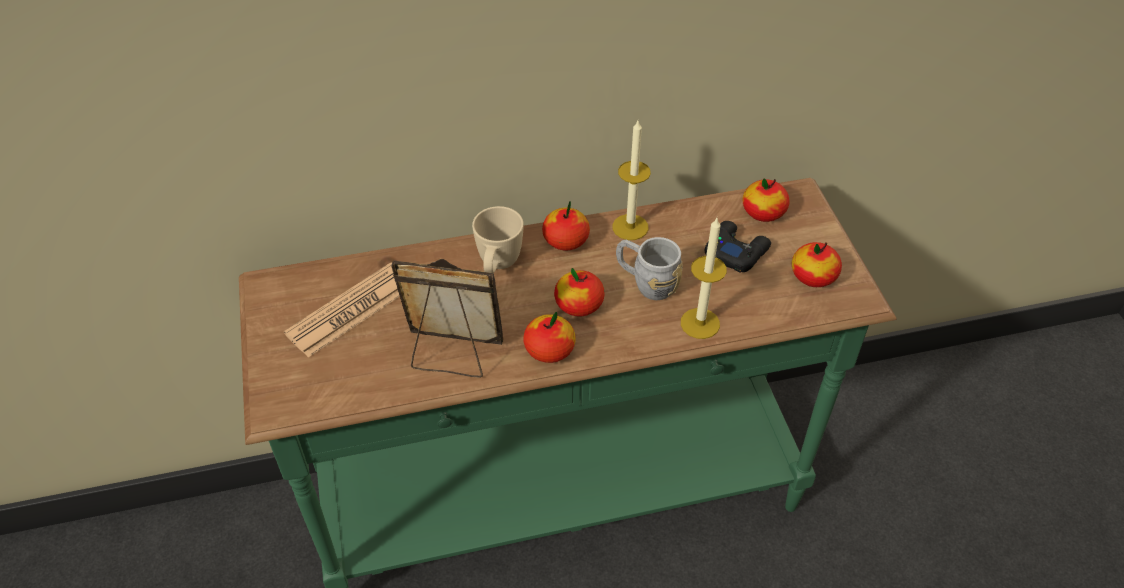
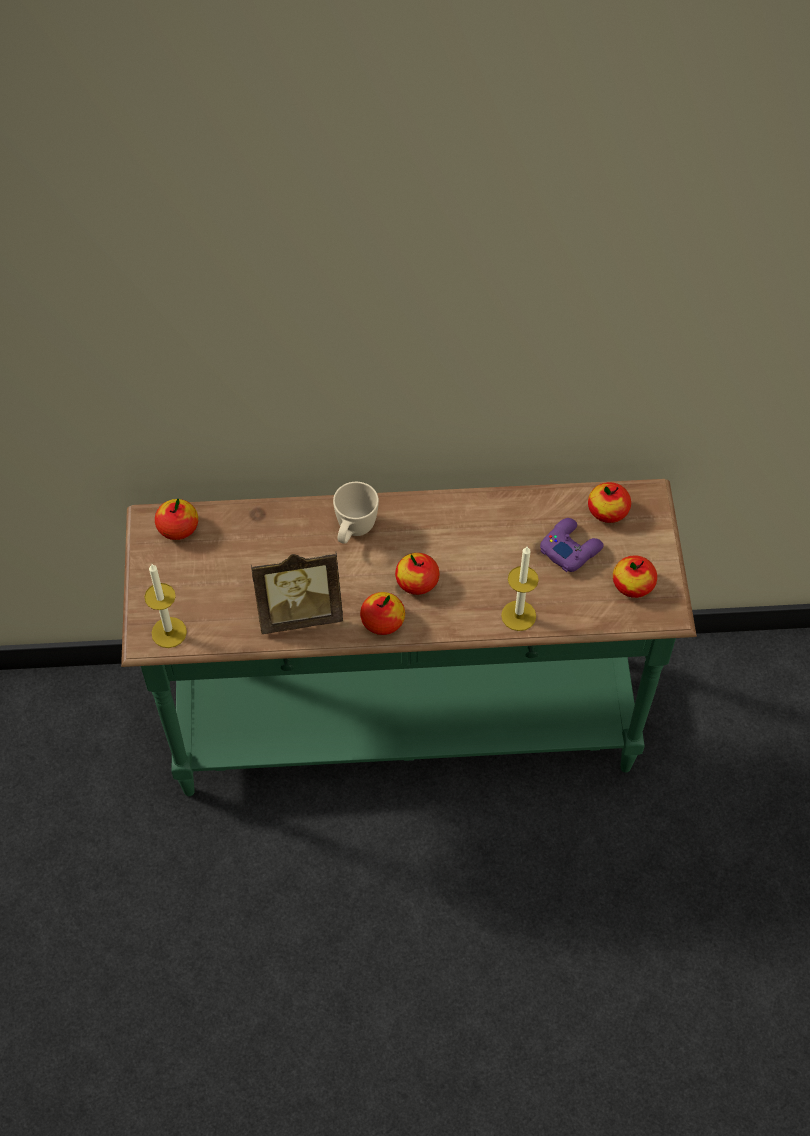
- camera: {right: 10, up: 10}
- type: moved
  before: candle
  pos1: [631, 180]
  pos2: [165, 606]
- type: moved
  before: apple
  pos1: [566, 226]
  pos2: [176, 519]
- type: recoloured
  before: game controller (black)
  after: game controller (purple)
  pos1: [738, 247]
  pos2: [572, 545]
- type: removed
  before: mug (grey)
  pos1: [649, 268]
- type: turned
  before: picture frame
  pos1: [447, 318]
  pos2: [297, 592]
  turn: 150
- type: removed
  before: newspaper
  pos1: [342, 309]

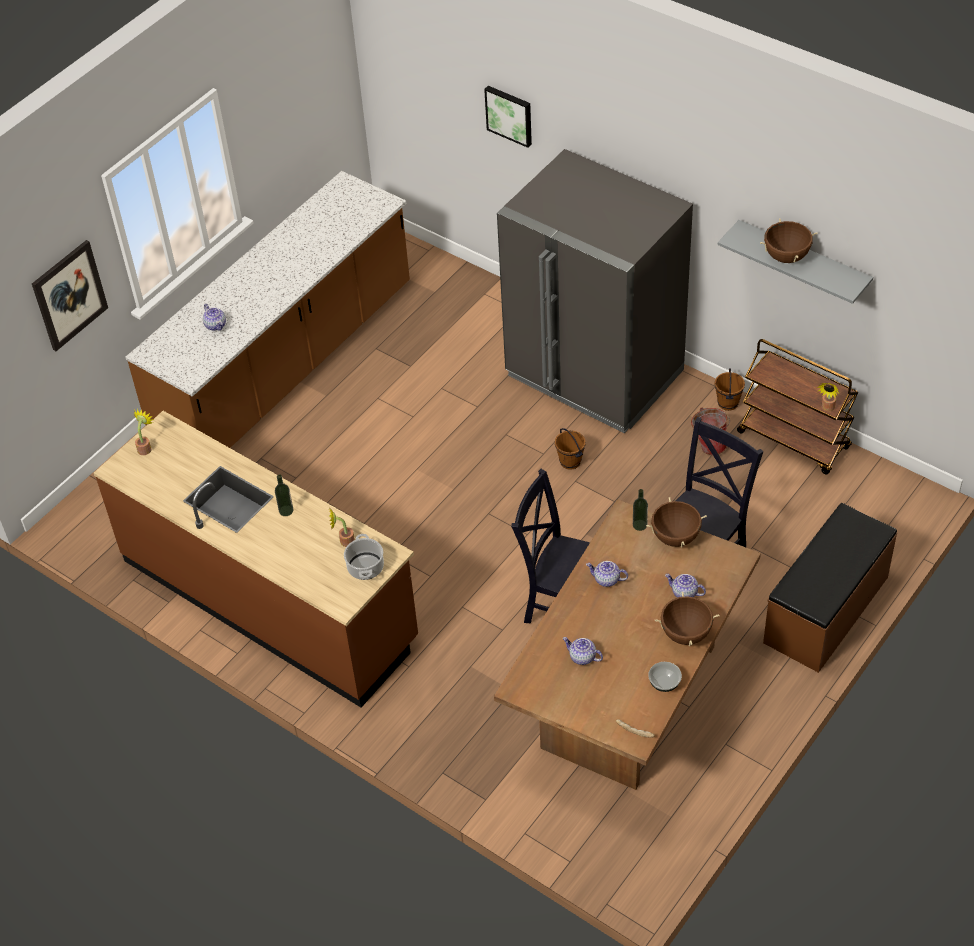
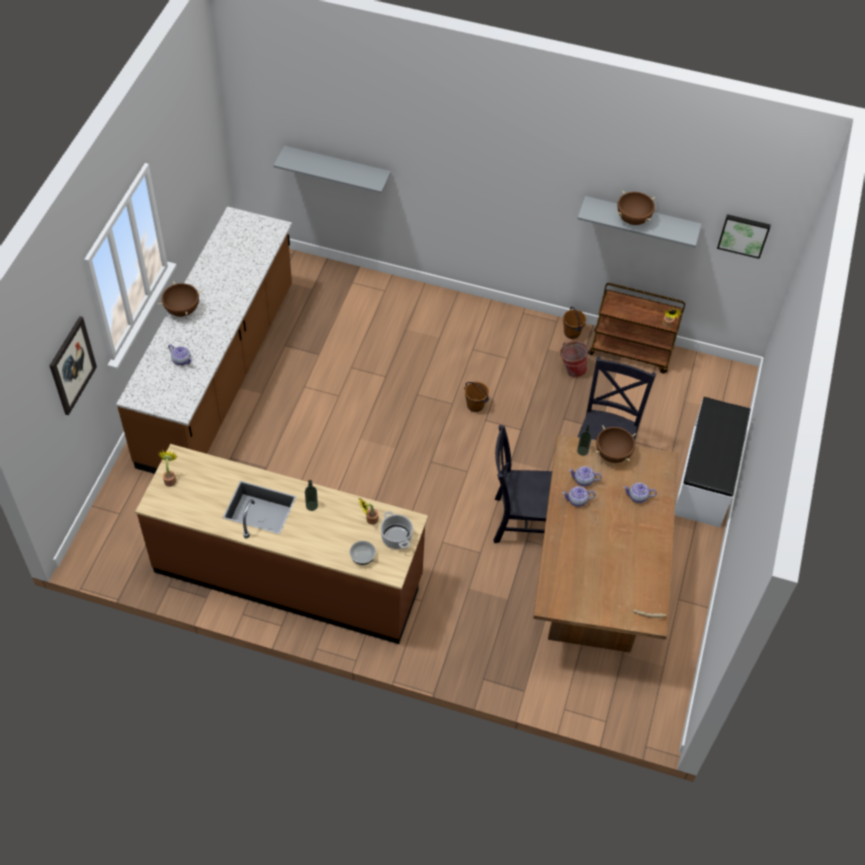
- camera: {right: -25, up: 5}
- type: moved
  before: picture
  pos1: [508, 117]
  pos2: [744, 236]
- type: removed
  before: fridge (grey)
  pos1: [595, 291]
- type: recoloured
  before: bench (brown)
  after: bench (white)
  pos1: [830, 588]
  pos2: [713, 462]
- type: moved
  before: cooking pot (brown)
  pos1: [687, 618]
  pos2: [180, 299]
- type: moved
  before: teapot
  pos1: [583, 651]
  pos2: [585, 476]
- type: moved
  before: bowl
  pos1: [665, 677]
  pos2: [363, 553]
- type: added
  after: shelf (grey)
  pos2: [332, 169]

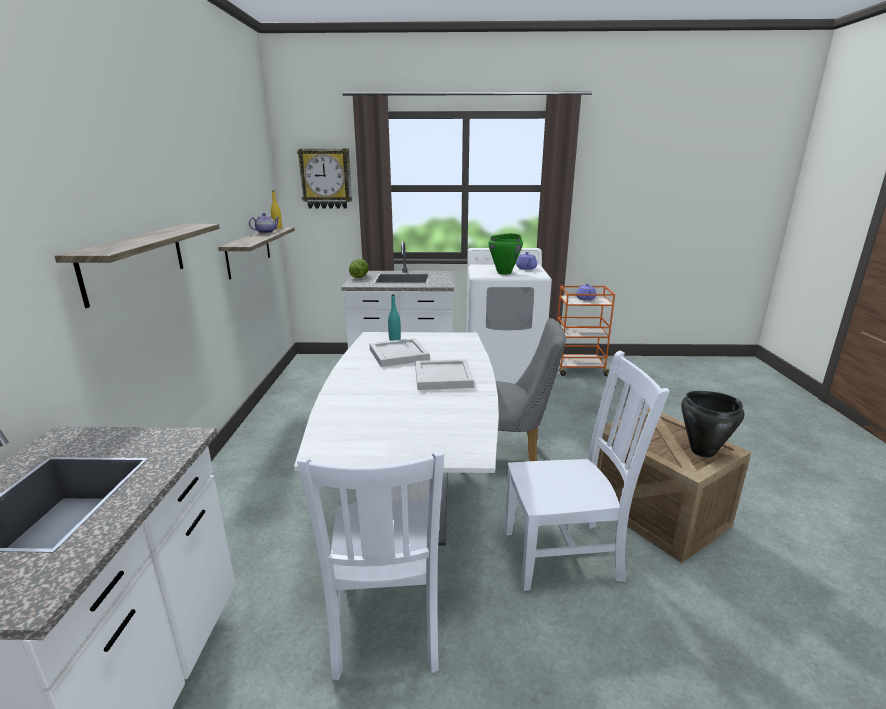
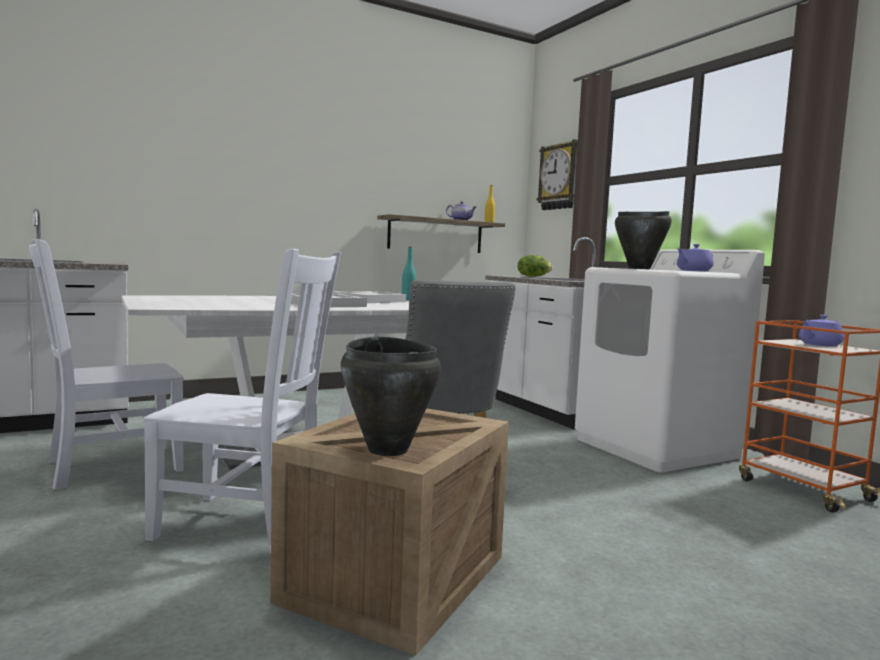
- camera: {right: 60, up: -15}
- type: removed
  before: shelf
  pos1: [137, 266]
- type: recoloured
  before: cooking pot (green)
  after: cooking pot (black)
  pos1: [505, 254]
  pos2: [643, 240]
- type: turned
  before: chair (white)
  pos1: [587, 470]
  pos2: [242, 401]
  turn: -45

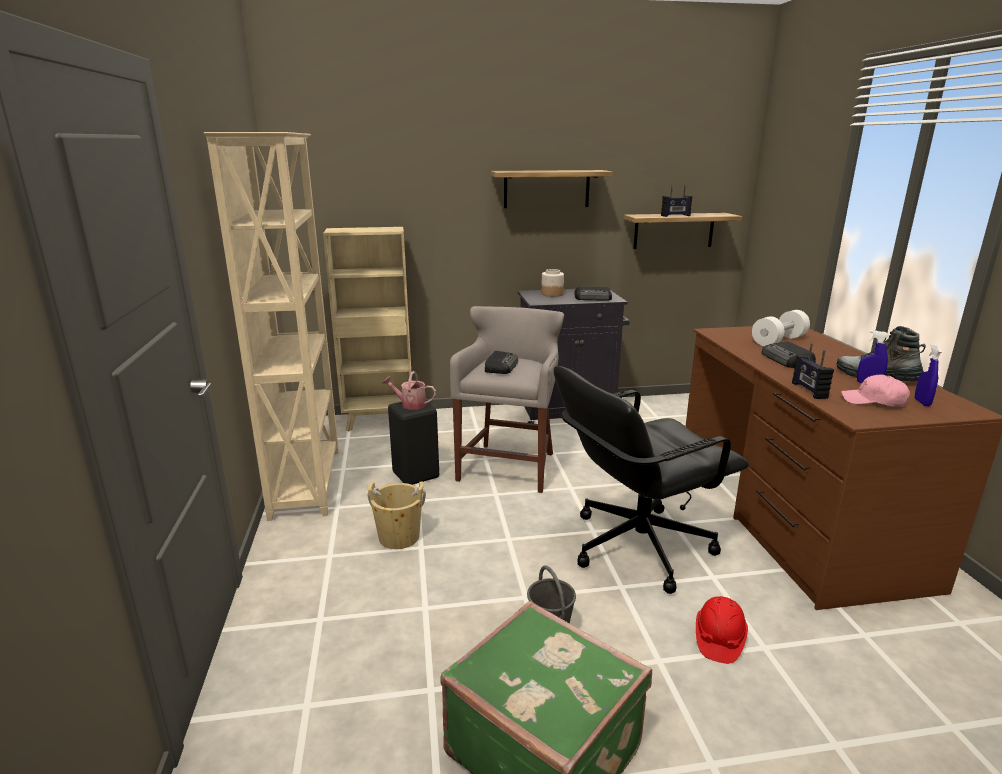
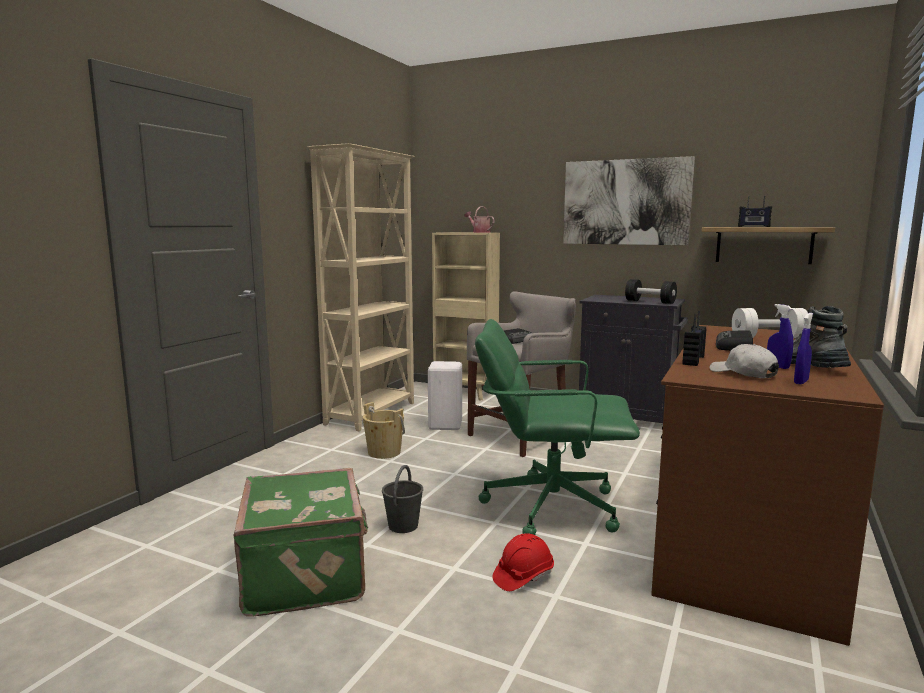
- camera: {right: 35, up: -10}
- type: replaced
  before: shelf
  after: picture
  pos1: [552, 189]
  pos2: [629, 200]
- type: removed
  before: jar
  pos1: [552, 283]
- type: replaced
  before: radio
  after: dumbbell (black)
  pos1: [593, 293]
  pos2: [651, 291]
- type: recoloured
  before: office chair (black)
  after: office chair (green)
  pos1: [651, 480]
  pos2: [557, 427]
- type: moved
  before: watering can
  pos1: [409, 390]
  pos2: [479, 220]
- type: recoloured
  before: cap (pink)
  after: cap (white)
  pos1: [875, 390]
  pos2: [744, 361]
- type: recoloured
  before: stool (black)
  after: stool (white)
  pos1: [413, 443]
  pos2: [445, 395]

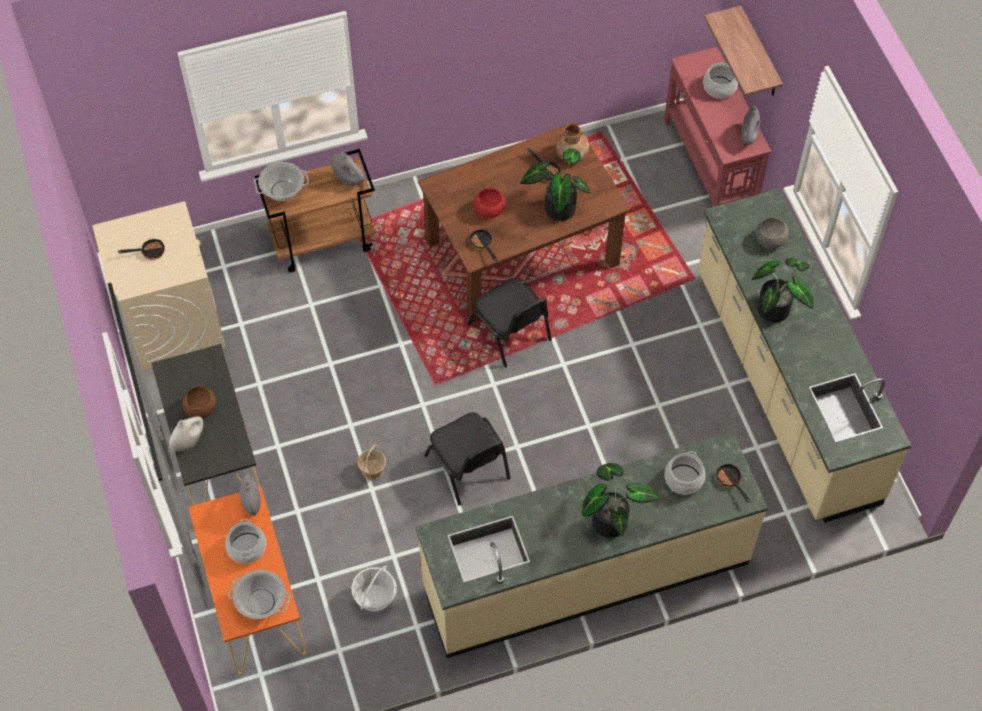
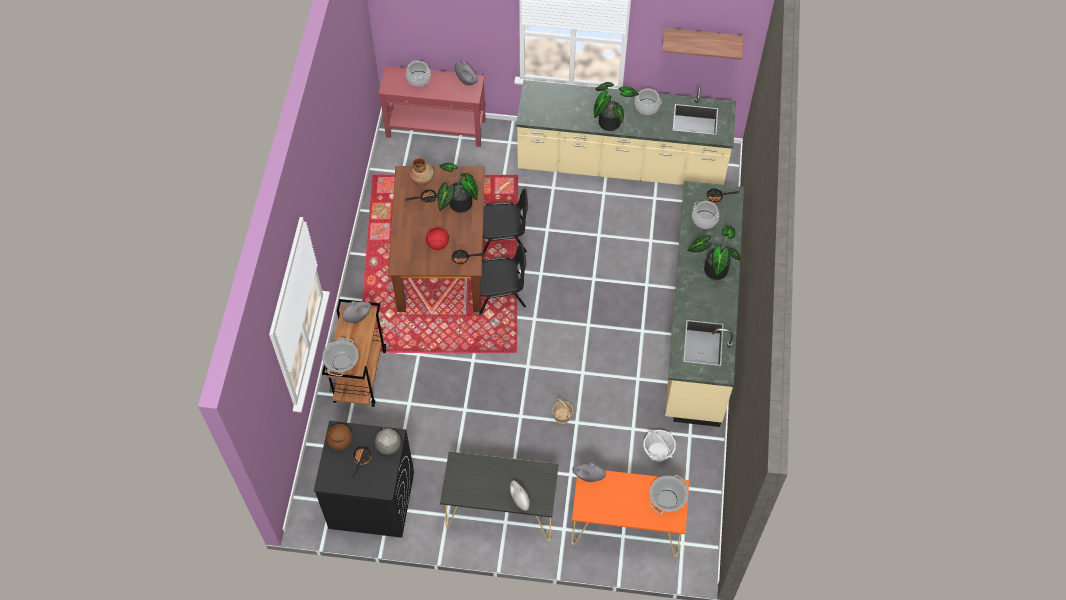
- camera: {right: -65, up: 0}
- type: moved
  before: shelf
  pos1: [743, 51]
  pos2: [702, 44]
- type: recoloured
  before: washing machine (beige)
  after: washing machine (black)
  pos1: [158, 286]
  pos2: [364, 479]
- type: moved
  before: bowl (grey)
  pos1: [772, 233]
  pos2: [388, 441]
- type: moved
  before: bowl (brown)
  pos1: [199, 402]
  pos2: [339, 437]
- type: moved
  before: chair (black)
  pos1: [467, 459]
  pos2: [505, 223]
- type: moved
  before: cooking pot
  pos1: [245, 541]
  pos2: [648, 101]

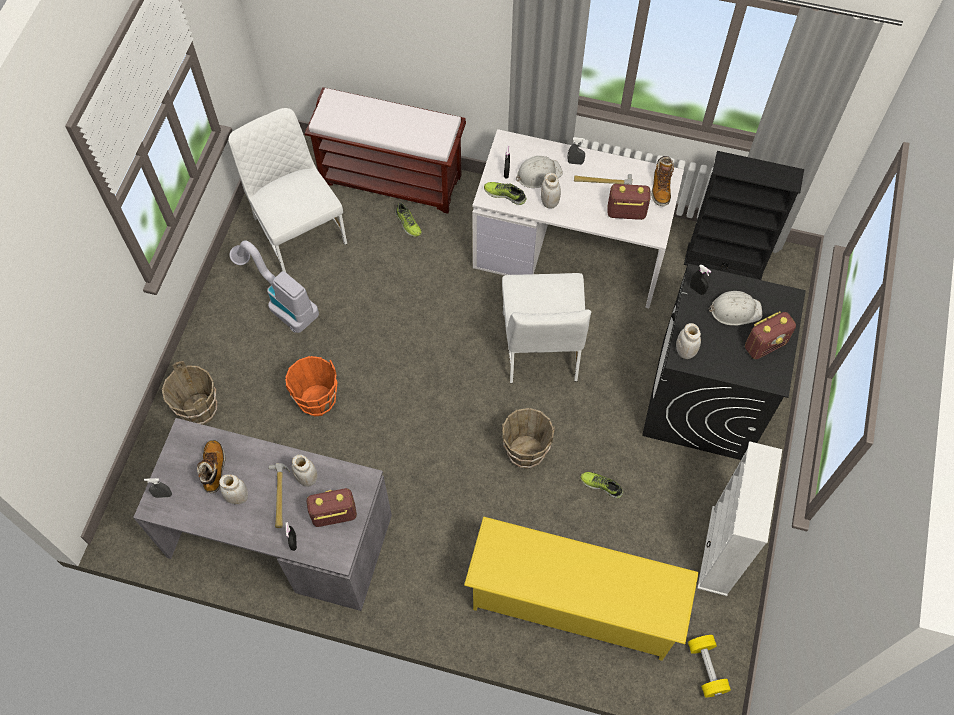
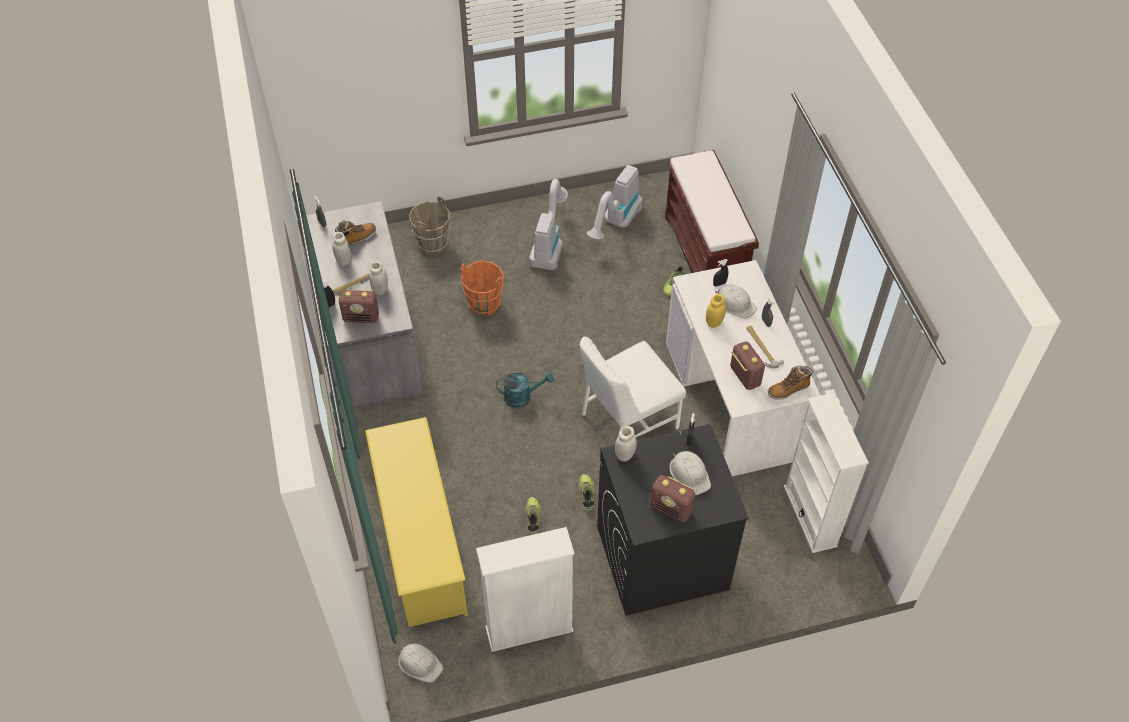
- camera: {right: 60, up: -10}
- type: replaced
  before: chair (white)
  after: vacuum cleaner
  pos1: [287, 190]
  pos2: [615, 202]
- type: recoloured
  before: bookcase (black)
  after: bookcase (white)
  pos1: [744, 215]
  pos2: [826, 472]
- type: recoloured
  before: jar (white)
  after: jar (yellow)
  pos1: [551, 191]
  pos2: [716, 311]
- type: moved
  before: shoe
  pos1: [505, 193]
  pos2: [587, 492]
- type: removed
  before: bucket (brown)
  pos1: [528, 438]
- type: turned
  before: radio
  pos1: [332, 507]
  pos2: [359, 306]
  turn: 135
- type: replaced
  before: dumbbell (yellow)
  after: hard hat (white)
  pos1: [709, 666]
  pos2: [420, 663]
- type: added
  after: watering can (turquoise)
  pos2: [525, 390]

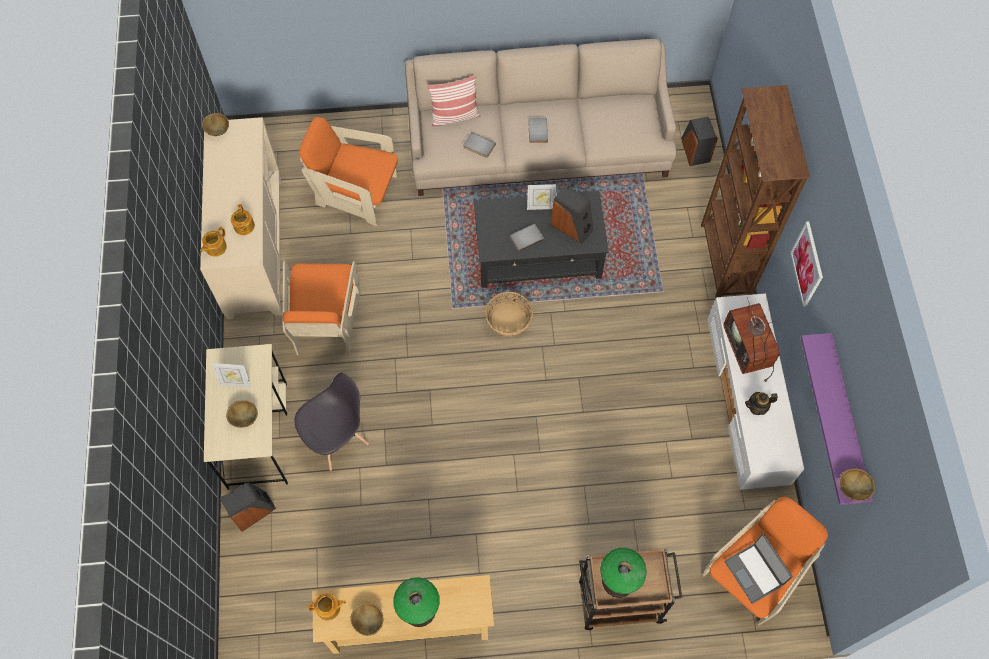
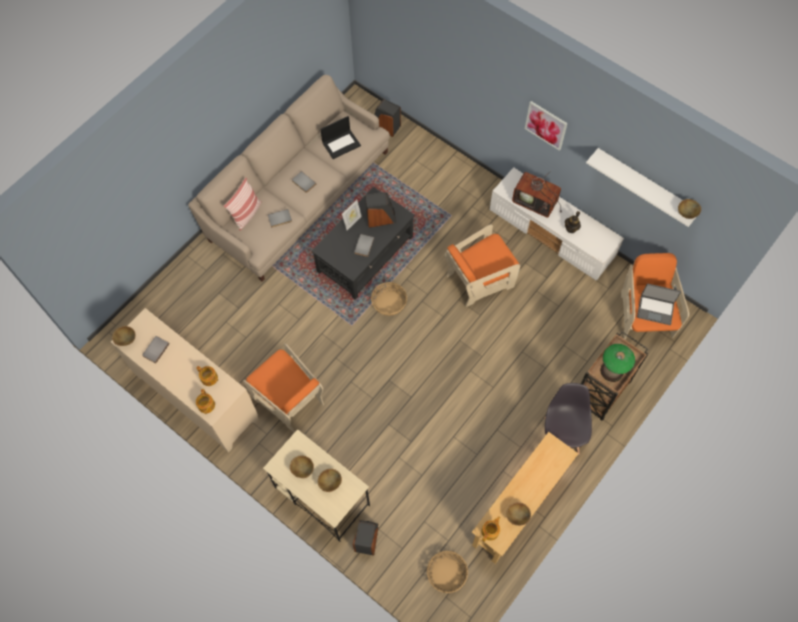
- camera: {right: -45, up: 0}
- type: removed
  before: bookcase (brown)
  pos1: [755, 192]
- type: moved
  before: armchair (orange)
  pos1: [349, 171]
  pos2: [483, 265]
- type: recoloured
  before: shelf (purple)
  after: shelf (white)
  pos1: [837, 419]
  pos2: [641, 187]
- type: replaced
  before: picture frame
  after: bowl (brown)
  pos1: [231, 375]
  pos2: [302, 466]
- type: moved
  before: chair (grey)
  pos1: [332, 421]
  pos2: [568, 419]
- type: removed
  before: table lamp
  pos1: [416, 602]
- type: added
  after: laptop
  pos2: [340, 137]
- type: added
  after: book (grey)
  pos2: [156, 349]
- type: added
  after: basket
  pos2: [447, 572]

